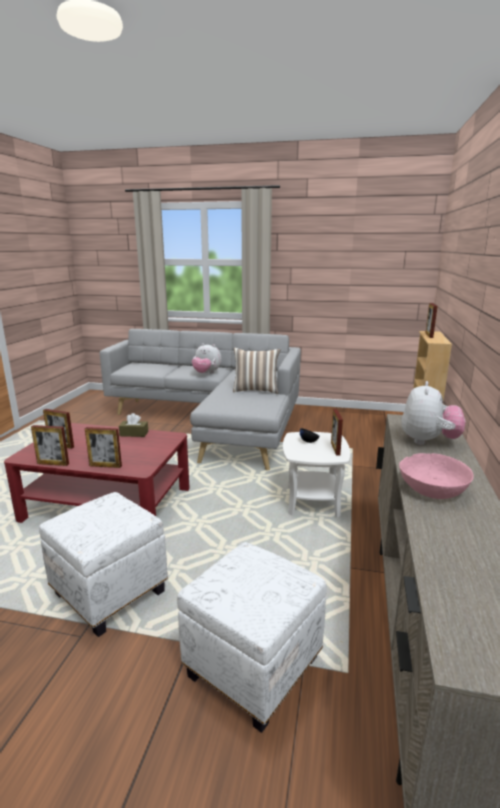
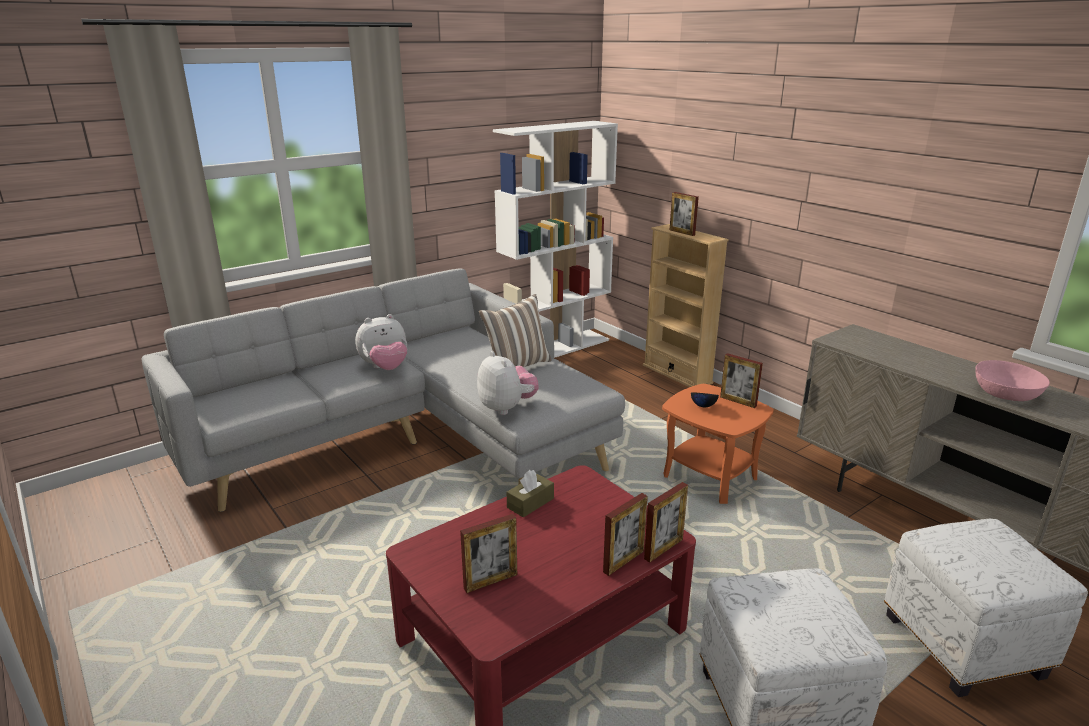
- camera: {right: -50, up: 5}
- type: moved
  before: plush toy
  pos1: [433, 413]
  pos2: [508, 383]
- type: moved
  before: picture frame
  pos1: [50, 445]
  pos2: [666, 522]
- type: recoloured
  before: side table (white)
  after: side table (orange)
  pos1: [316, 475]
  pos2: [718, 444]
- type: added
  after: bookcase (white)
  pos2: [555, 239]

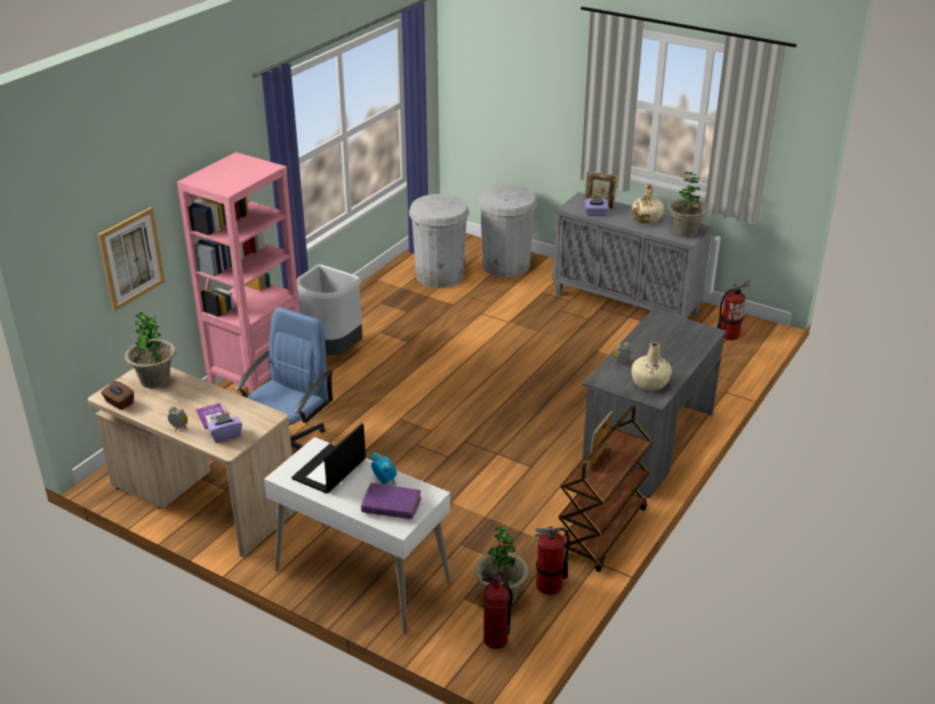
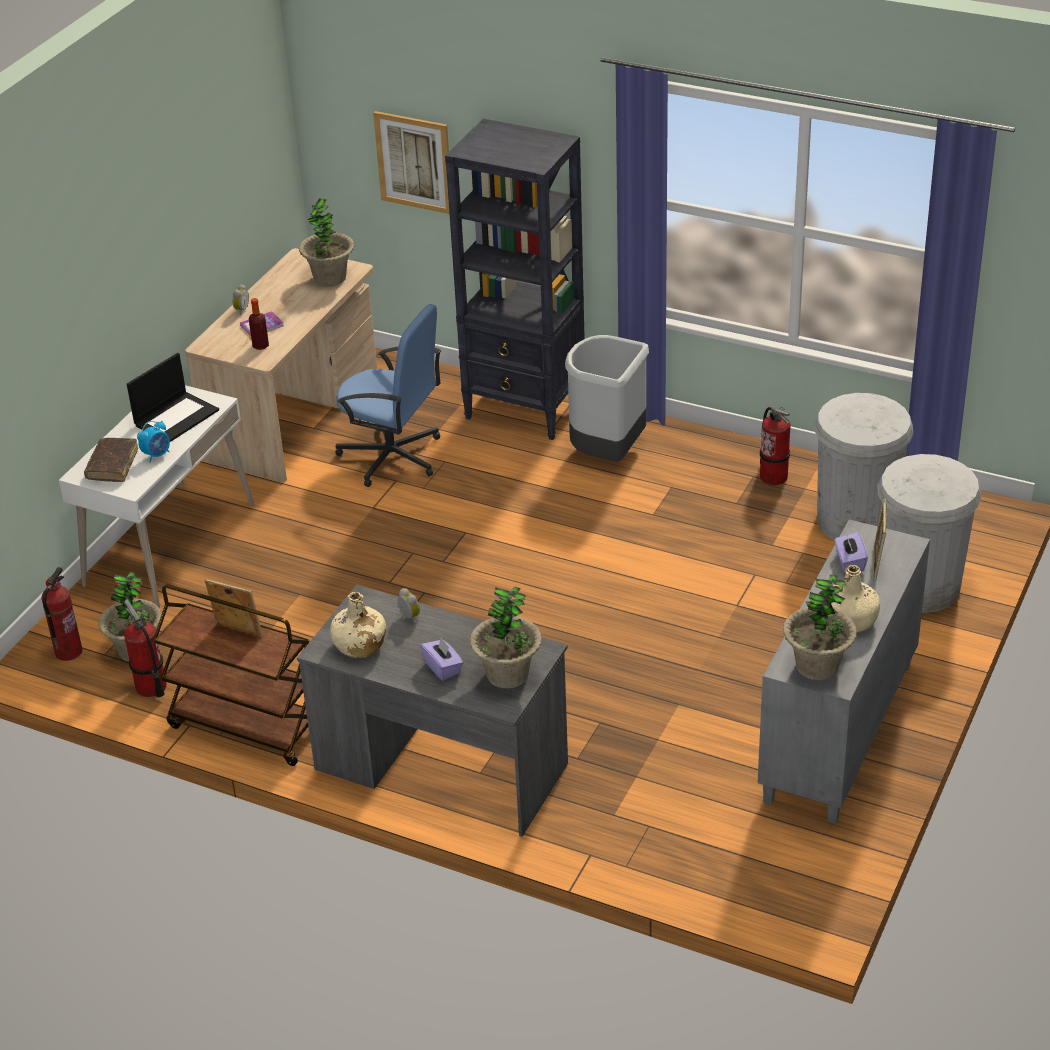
- camera: {right: 85, up: 5}
- type: recoloured
  before: bookcase (pink)
  after: bookcase (black)
  pos1: [238, 273]
  pos2: [515, 279]
- type: moved
  before: fire extinguisher
  pos1: [733, 309]
  pos2: [775, 446]
- type: removed
  before: tissue box (brown)
  pos1: [117, 395]
- type: moved
  before: tissue box (purple)
  pos1: [224, 428]
  pos2: [441, 659]
- type: turned
  before: laptop
  pos1: [329, 458]
  pos2: [173, 397]
  turn: 105
- type: recoloured
  before: book (purple)
  after: book (brown)
  pos1: [391, 501]
  pos2: [111, 460]
- type: added
  after: bottle
  pos2: [259, 324]
- type: added
  after: potted plant
  pos2: [506, 637]

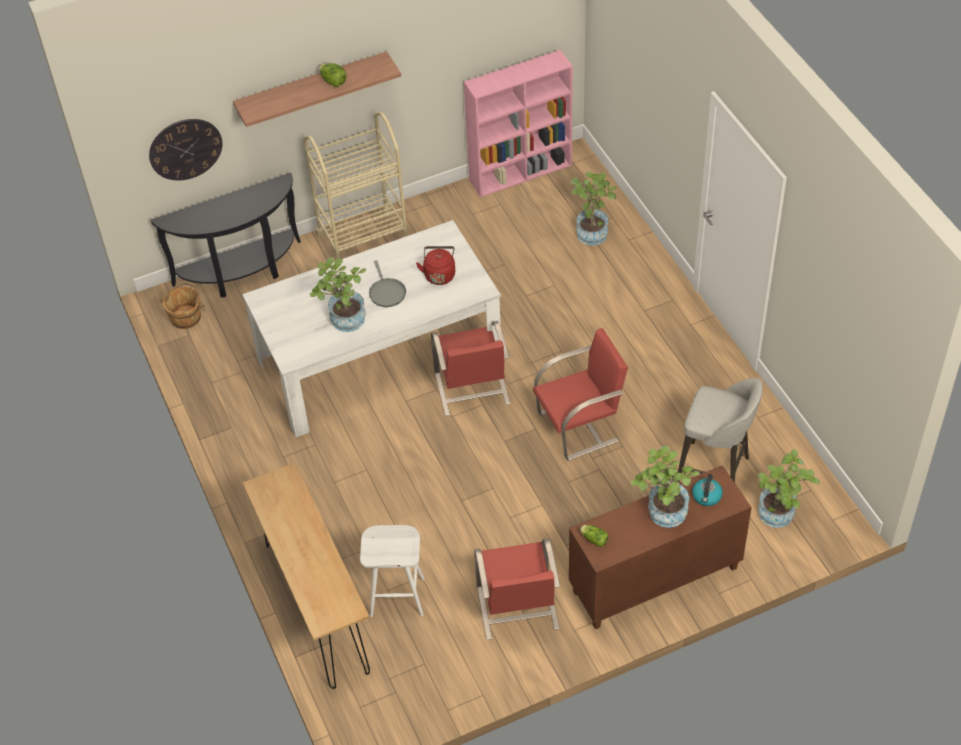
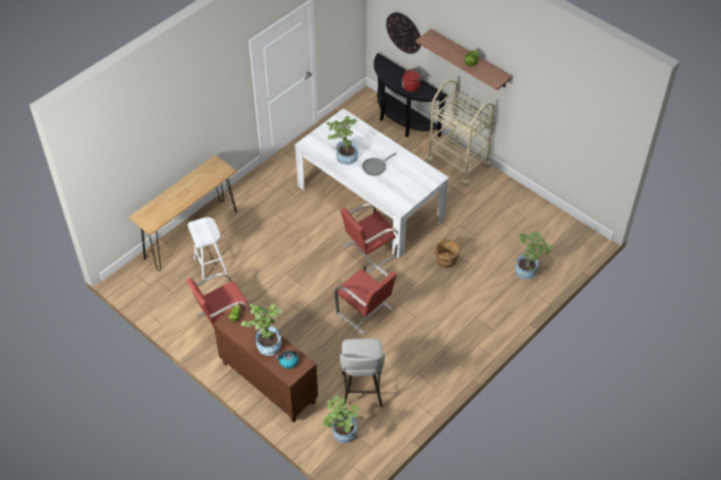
- camera: {right: 65, up: 0}
- type: removed
  before: bookcase (pink)
  pos1: [518, 123]
- type: moved
  before: kettle (red)
  pos1: [435, 265]
  pos2: [413, 80]
- type: moved
  before: bucket (brown)
  pos1: [182, 306]
  pos2: [448, 253]

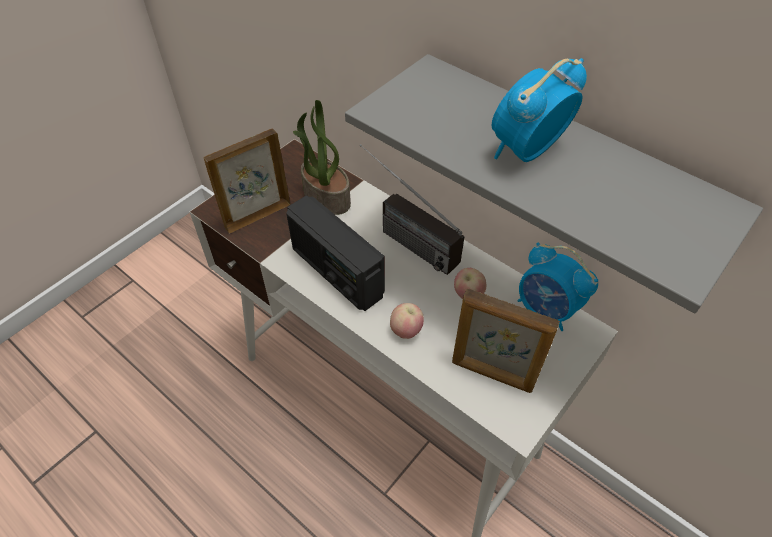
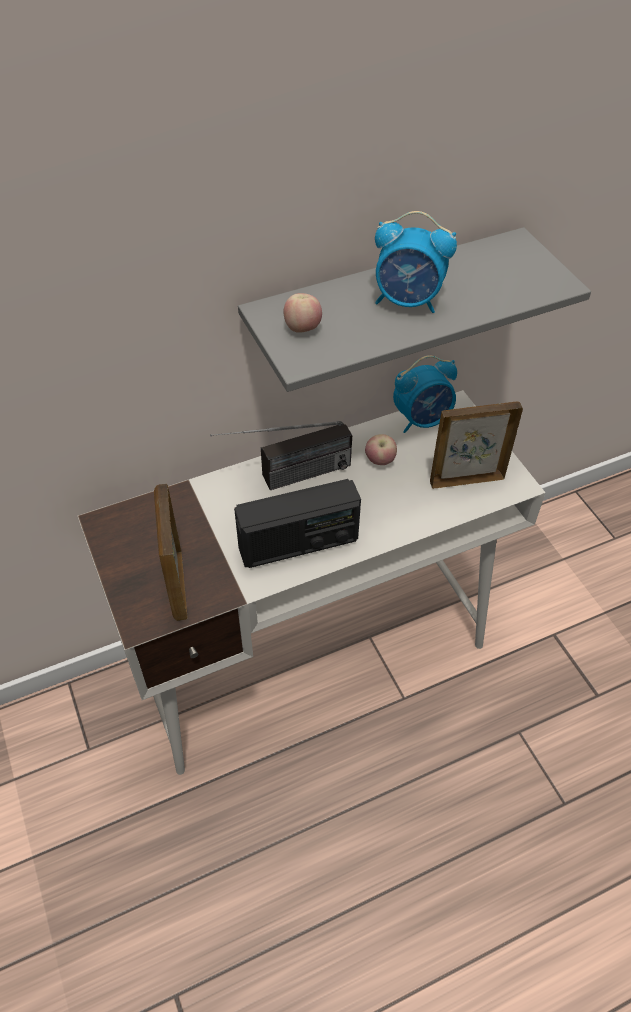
- camera: {right: -65, up: 0}
- type: turned
  before: alarm clock
  pos1: [539, 110]
  pos2: [416, 262]
  turn: -60
- type: removed
  before: potted plant
  pos1: [322, 157]
- type: turned
  before: picture frame
  pos1: [506, 340]
  pos2: [476, 445]
  turn: -150
- type: moved
  before: apple
  pos1: [407, 321]
  pos2: [303, 313]

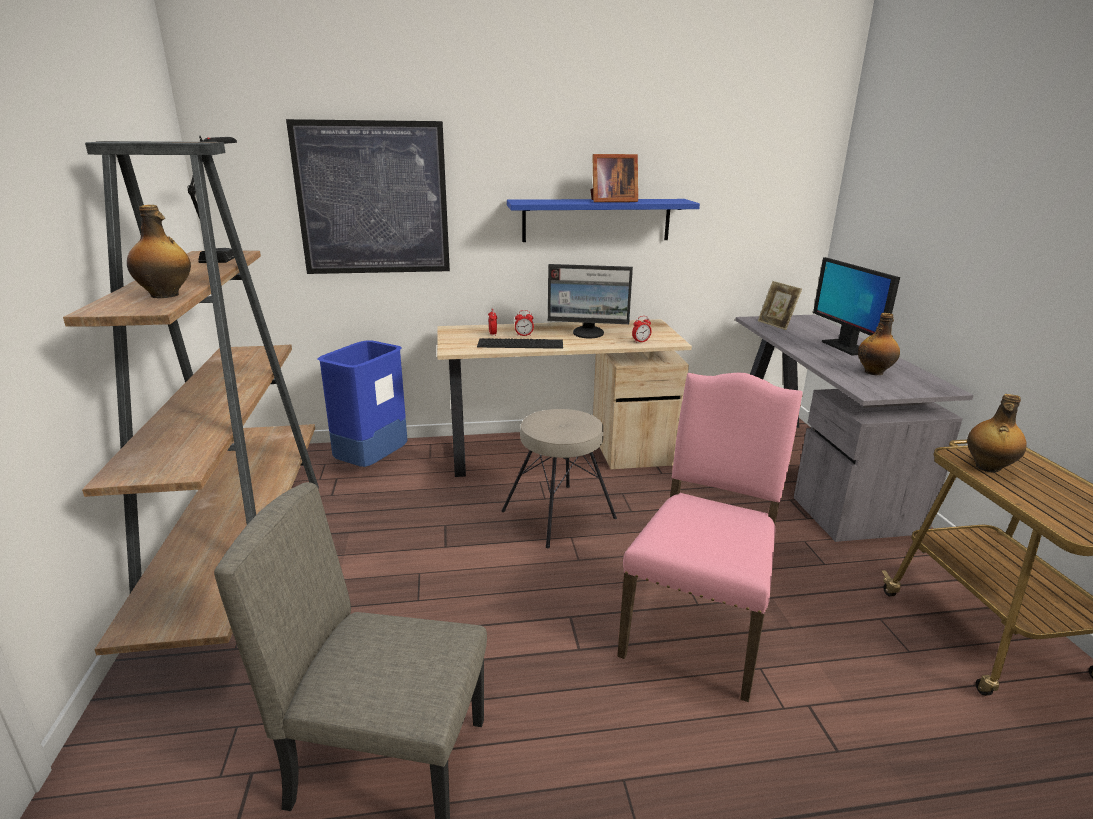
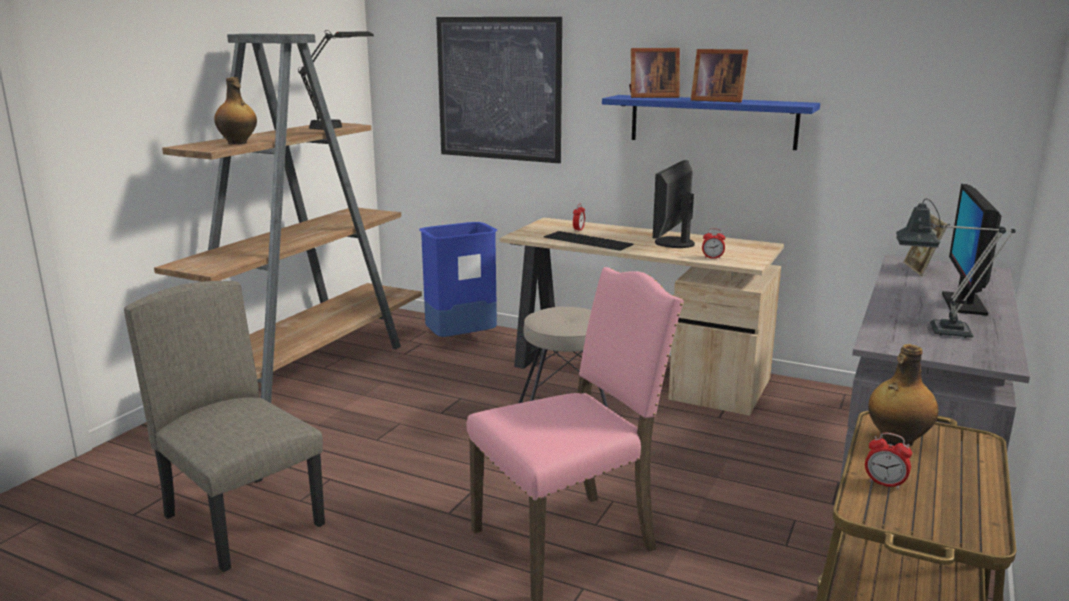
- camera: {right: 35, up: -5}
- type: turned
  before: monitor
  pos1: [590, 301]
  pos2: [674, 204]
  turn: 75
- type: moved
  before: alarm clock
  pos1: [524, 323]
  pos2: [888, 461]
- type: replaced
  before: bottle
  after: table lamp
  pos1: [879, 344]
  pos2: [956, 268]
- type: added
  after: picture frame
  pos2: [654, 73]

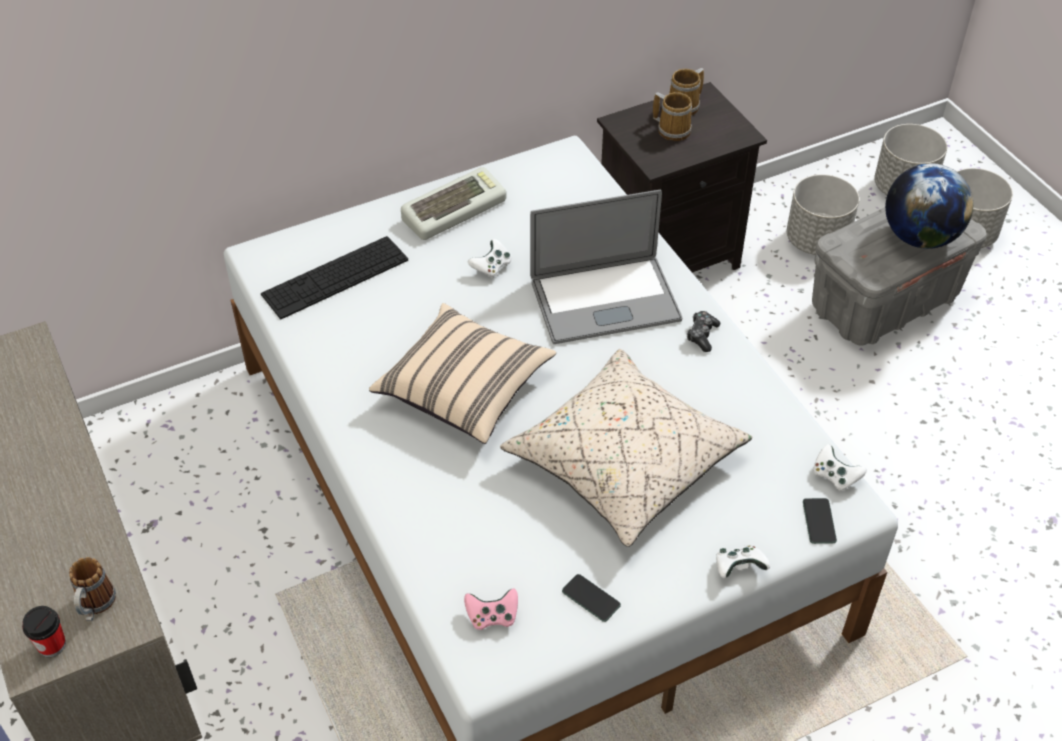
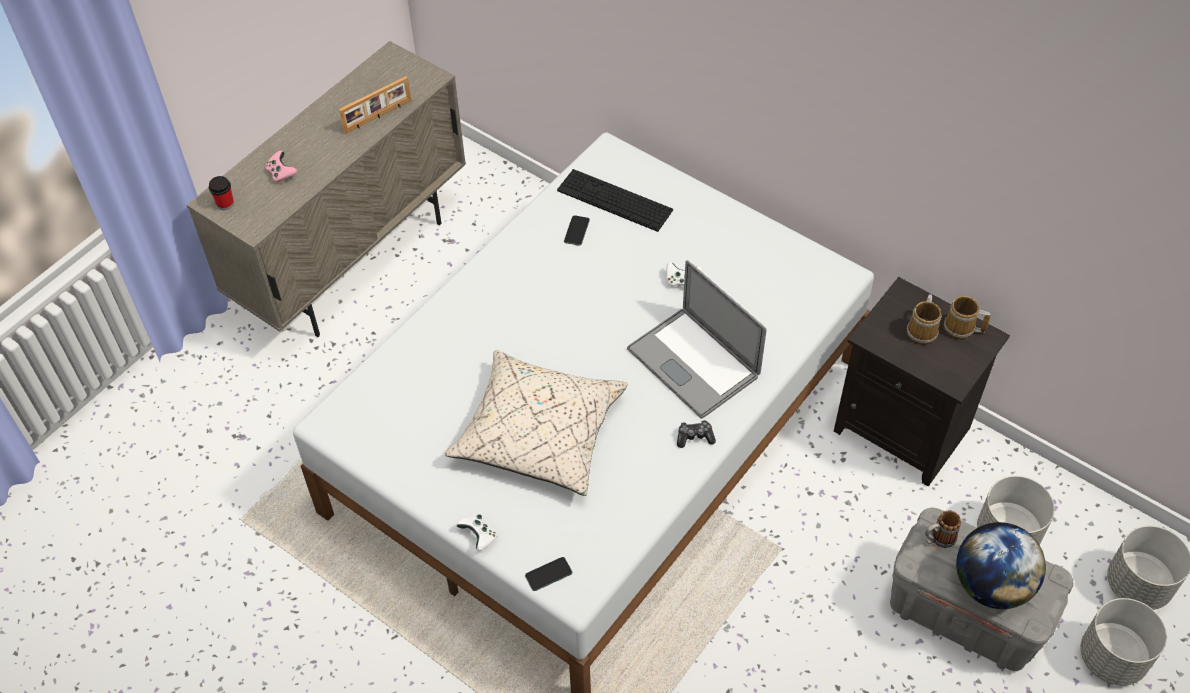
- camera: {right: 65, up: 5}
- type: removed
  before: keyboard
  pos1: [453, 203]
- type: removed
  before: pillow (beige)
  pos1: [462, 373]
- type: removed
  before: game controller (white)
  pos1: [840, 467]
- type: moved
  before: mug
  pos1: [92, 589]
  pos2: [943, 529]
- type: moved
  before: phone
  pos1: [591, 598]
  pos2: [577, 230]
- type: moved
  before: game controller (pink)
  pos1: [491, 609]
  pos2: [281, 166]
- type: added
  after: picture frame
  pos2: [375, 105]

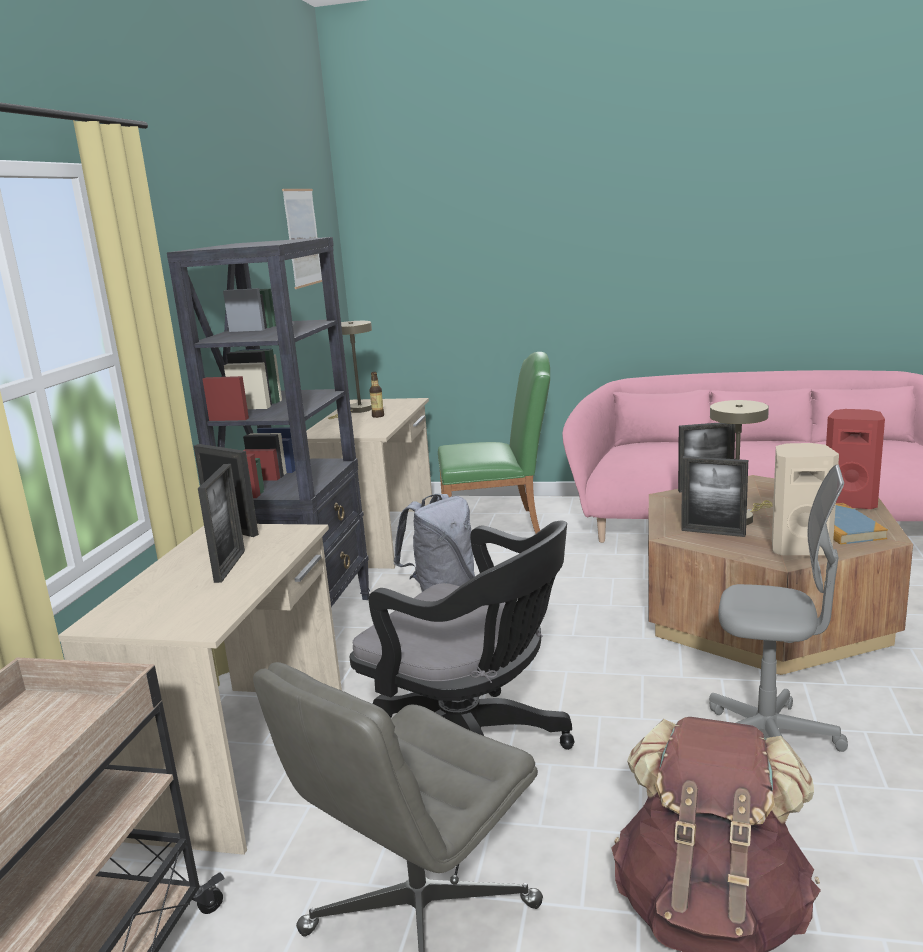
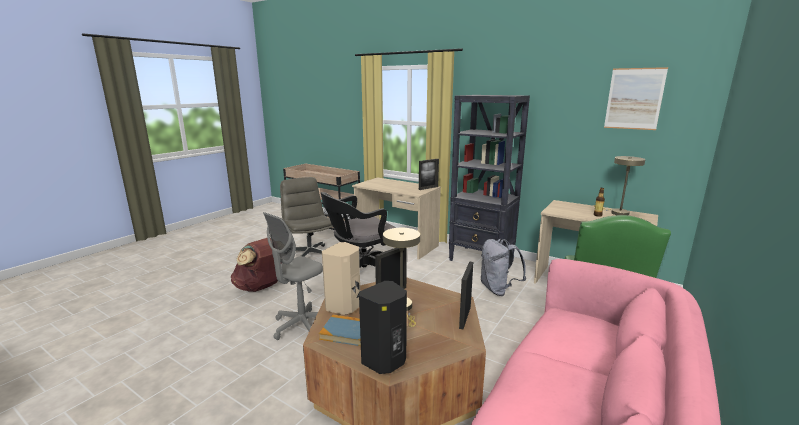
- camera: {right: 110, up: 0}
- type: recoloured
  before: speaker (red)
  after: speaker (black)
  pos1: [855, 459]
  pos2: [383, 327]
- type: removed
  before: picture frame
  pos1: [221, 523]

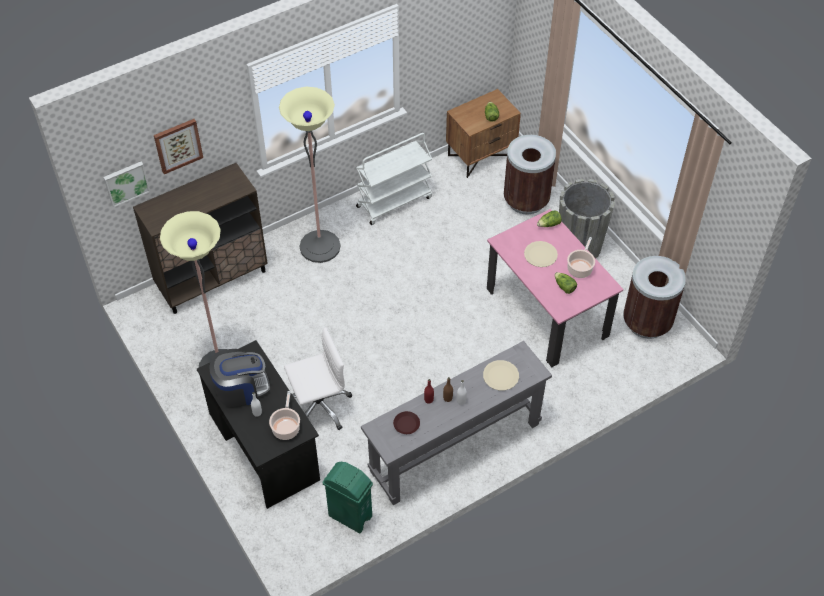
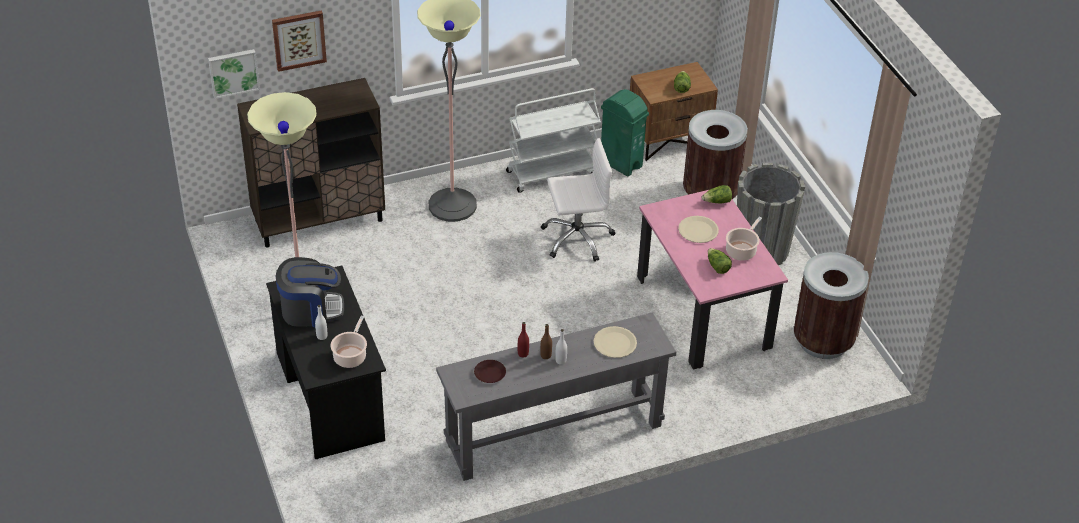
- camera: {right: 10, up: -10}
- type: moved
  before: office chair (white)
  pos1: [318, 378]
  pos2: [578, 200]
- type: moved
  before: trash can (green)
  pos1: [348, 497]
  pos2: [625, 133]

